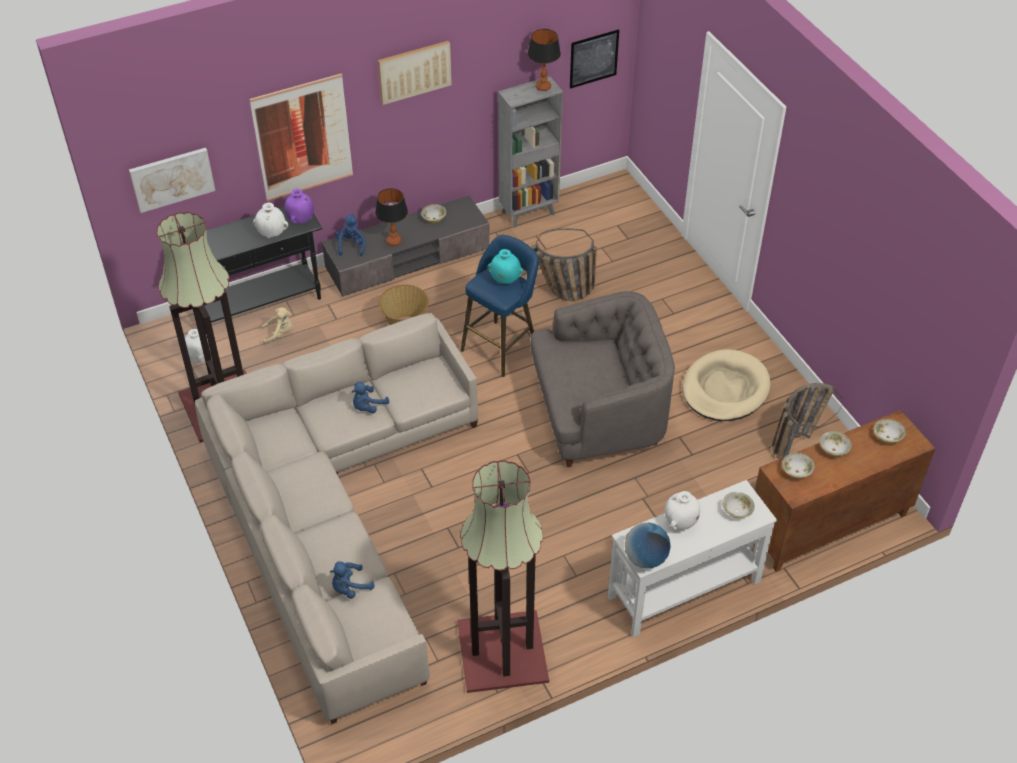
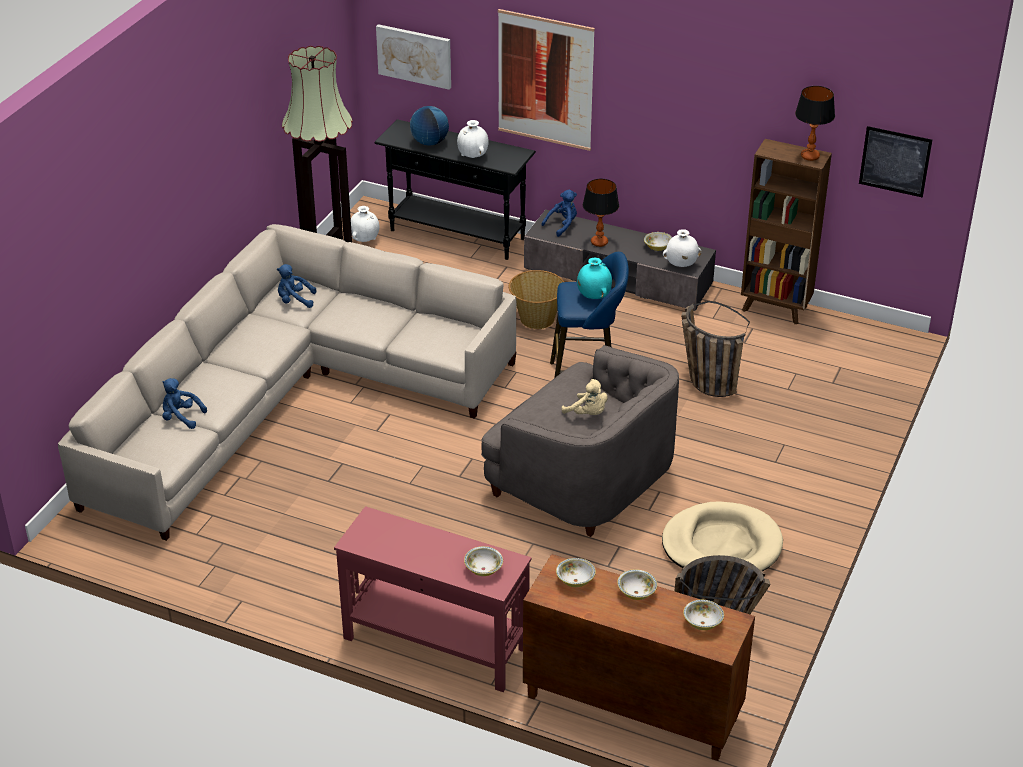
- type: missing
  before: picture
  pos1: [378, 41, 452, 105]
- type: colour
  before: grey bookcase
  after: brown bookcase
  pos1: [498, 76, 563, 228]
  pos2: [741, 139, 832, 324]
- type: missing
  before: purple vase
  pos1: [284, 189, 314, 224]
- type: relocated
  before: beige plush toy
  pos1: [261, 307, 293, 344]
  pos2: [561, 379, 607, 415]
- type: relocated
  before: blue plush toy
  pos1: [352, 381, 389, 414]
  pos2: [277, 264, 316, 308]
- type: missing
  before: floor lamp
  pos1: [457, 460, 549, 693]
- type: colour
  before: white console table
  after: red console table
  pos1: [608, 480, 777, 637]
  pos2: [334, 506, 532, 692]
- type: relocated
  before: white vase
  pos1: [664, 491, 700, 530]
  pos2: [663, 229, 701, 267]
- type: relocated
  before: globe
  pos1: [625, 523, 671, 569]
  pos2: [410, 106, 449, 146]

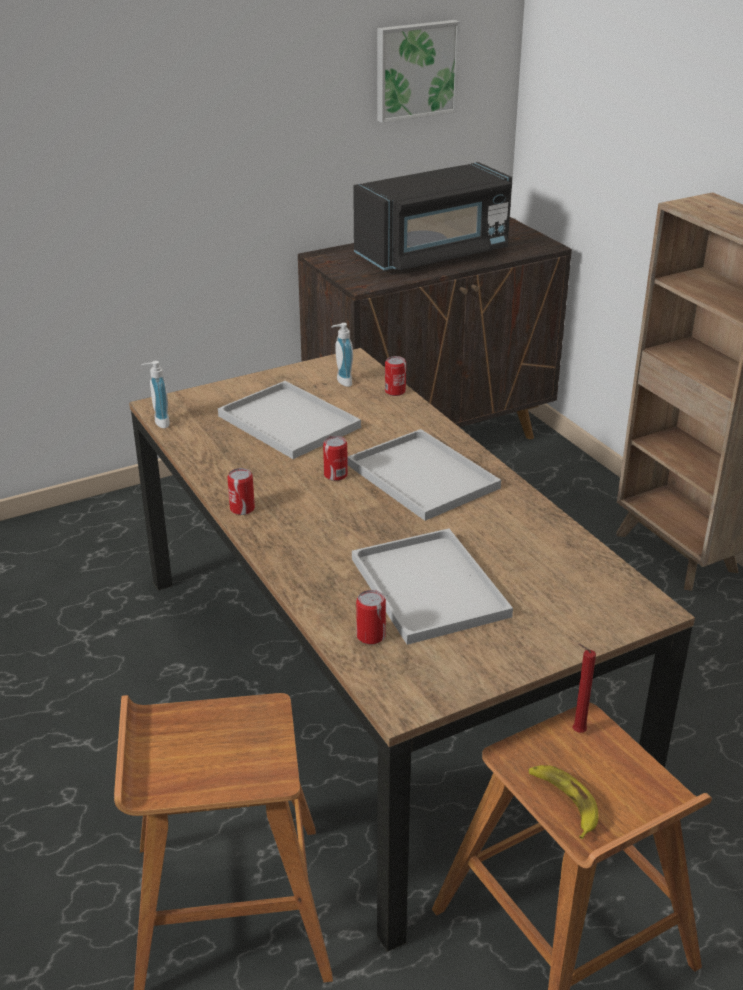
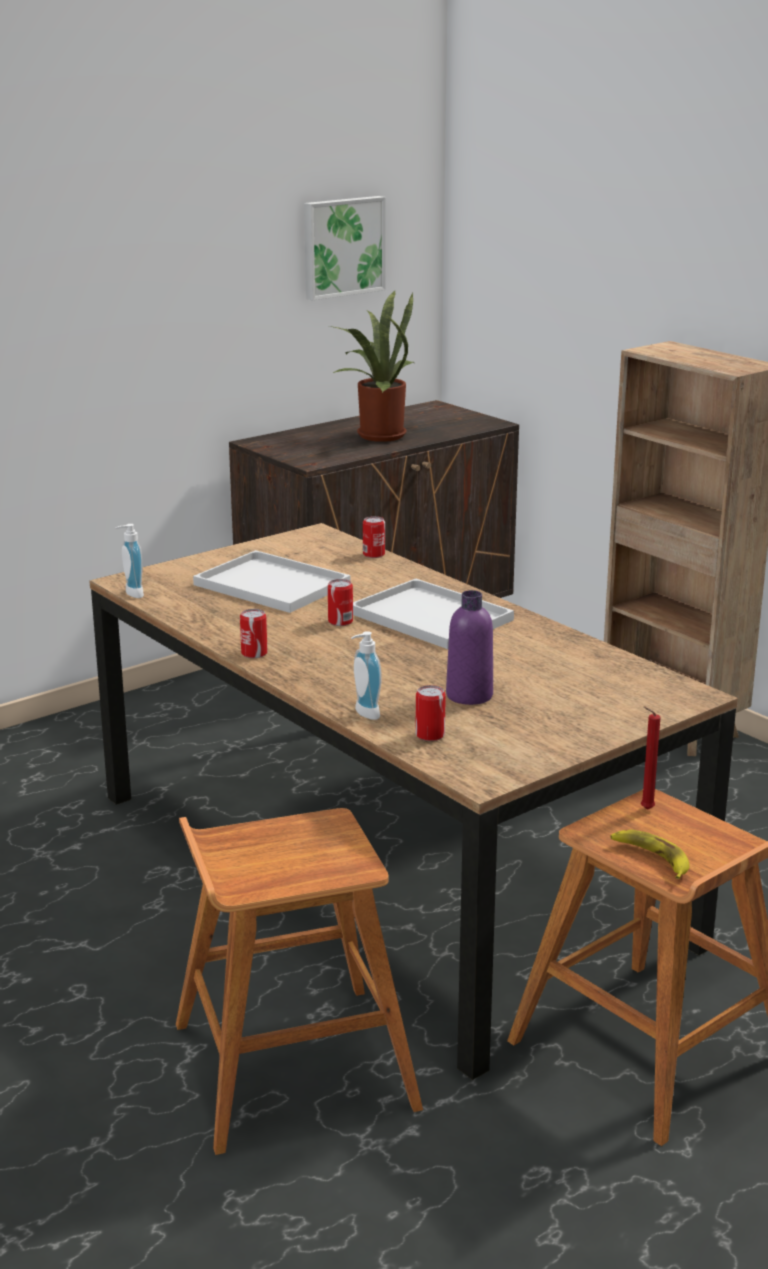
- type: exchanged
  before: black microwave
  after: potted plant
  pos1: [353, 162, 512, 271]
  pos2: [330, 290, 415, 442]
- type: relocated
  before: soap dispenser
  pos1: [331, 323, 353, 387]
  pos2: [351, 631, 382, 720]
- type: exchanged
  before: white tray
  after: purple bottle
  pos1: [352, 528, 513, 645]
  pos2: [446, 590, 493, 705]

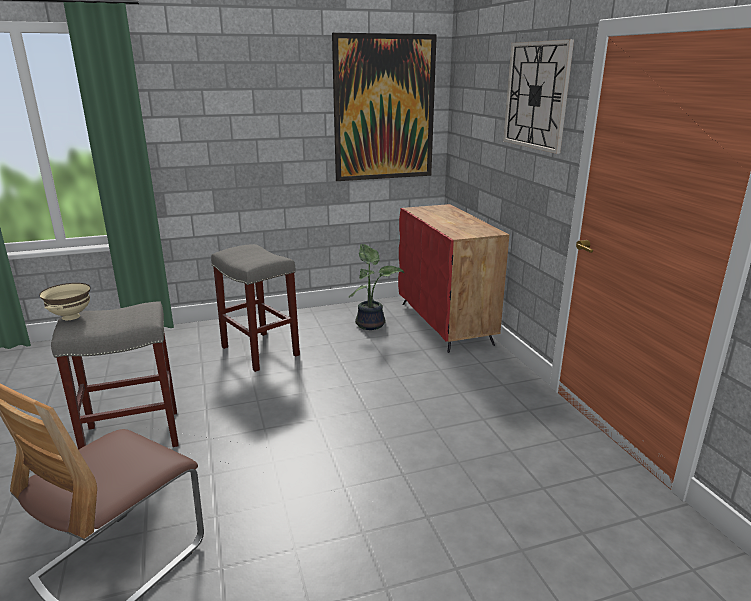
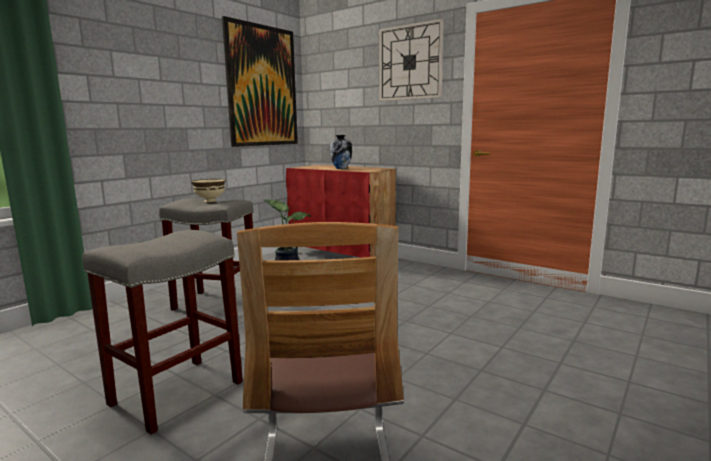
- type: relocated
  before: beige bowl
  pos1: [39, 283, 90, 320]
  pos2: [191, 179, 226, 202]
- type: appeared
  after: vase
  pos2: [330, 135, 352, 169]

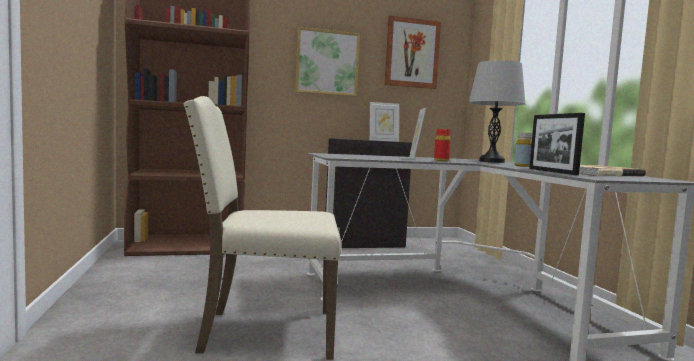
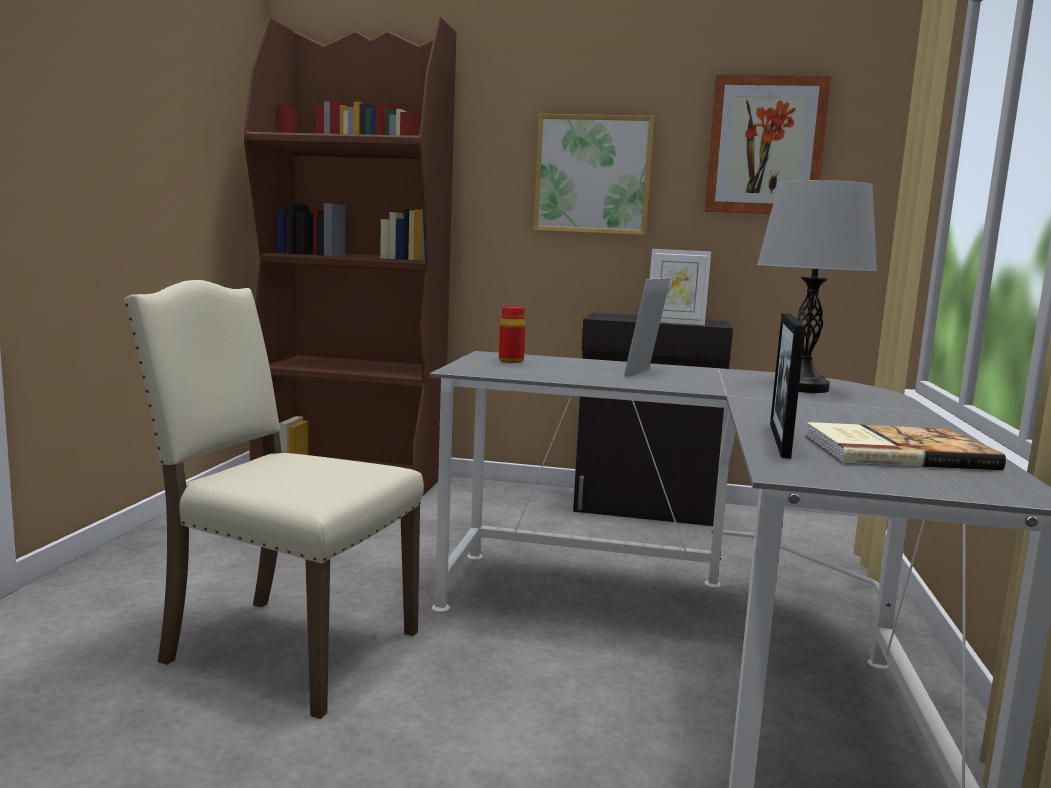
- type: relocated
  before: red bottle
  pos1: [434, 129, 450, 161]
  pos2: [499, 306, 526, 363]
- type: missing
  before: yellow bottle
  pos1: [514, 132, 533, 167]

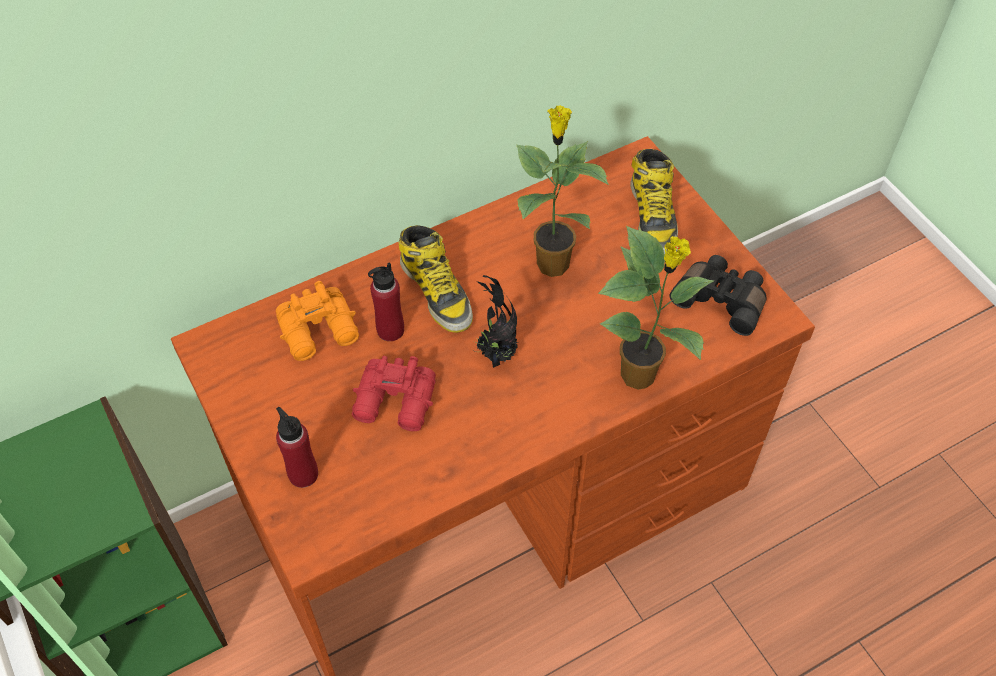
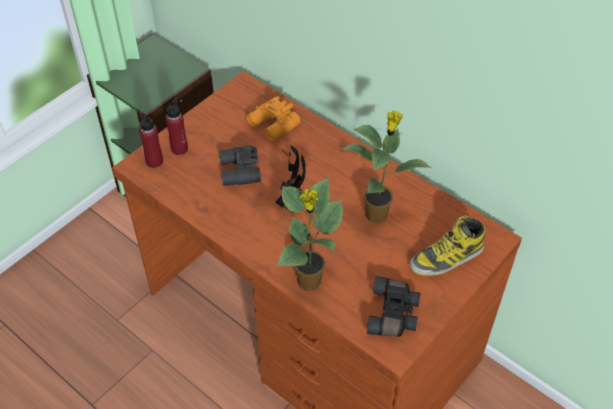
- type: missing
  before: boot
  pos1: [398, 225, 473, 333]
- type: relocated
  before: red bottle
  pos1: [368, 262, 404, 341]
  pos2: [138, 111, 163, 168]
- type: colour
  before: red binoculars
  after: black binoculars
  pos1: [352, 356, 436, 431]
  pos2: [219, 145, 261, 186]

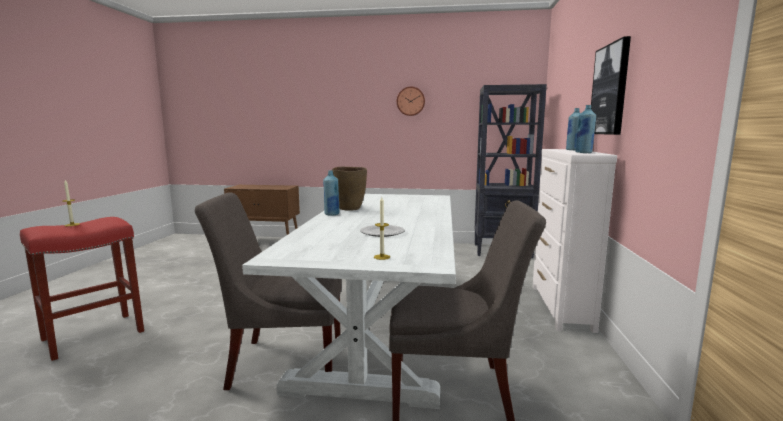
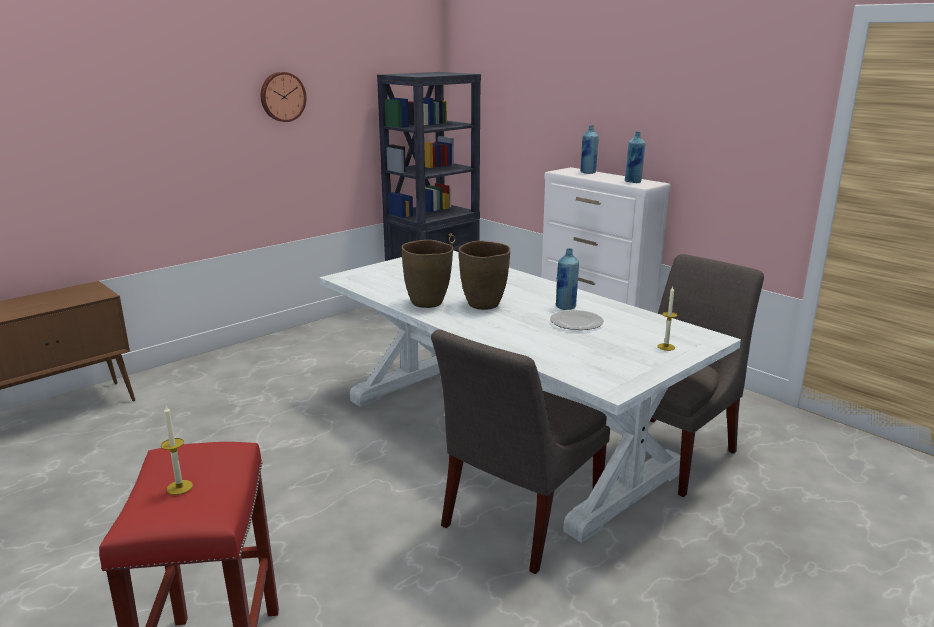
- type: missing
  before: picture
  pos1: [591, 36, 631, 135]
- type: relocated
  before: blue bottle
  pos1: [323, 170, 339, 216]
  pos2: [556, 248, 579, 310]
- type: appeared
  after: brown vase
  pos2: [459, 241, 510, 310]

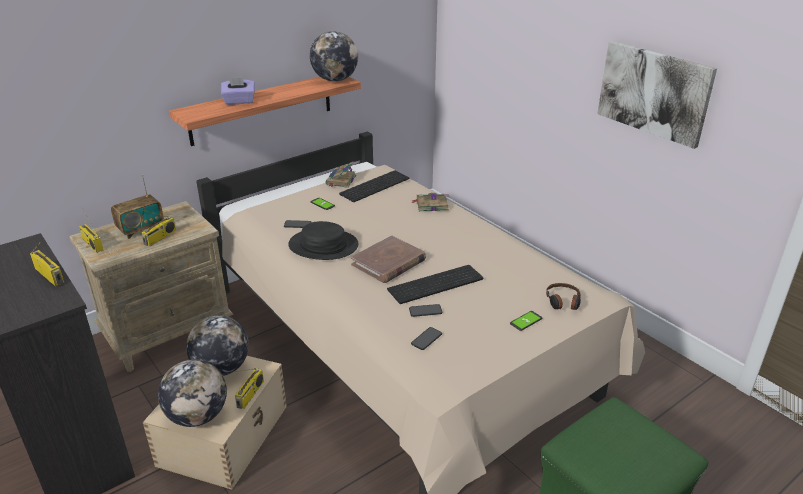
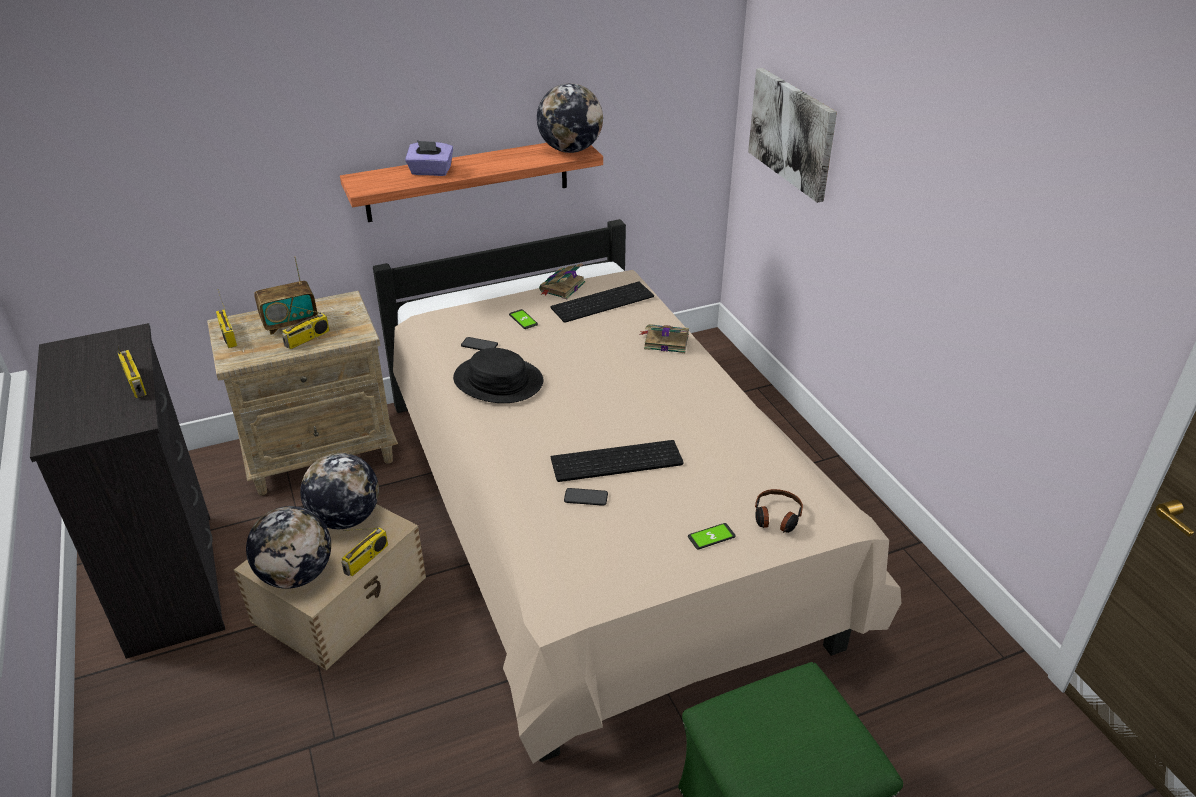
- type: relocated
  before: picture
  pos1: [597, 41, 717, 149]
  pos2: [748, 68, 837, 203]
- type: missing
  before: brown book
  pos1: [351, 235, 426, 283]
- type: missing
  before: phone
  pos1: [411, 327, 442, 350]

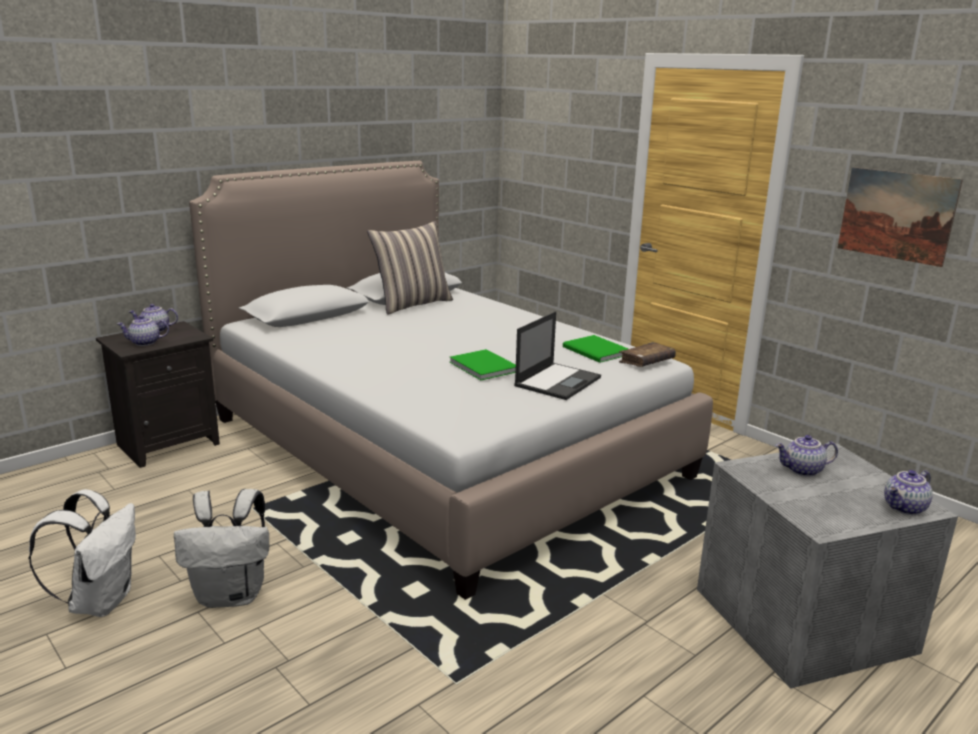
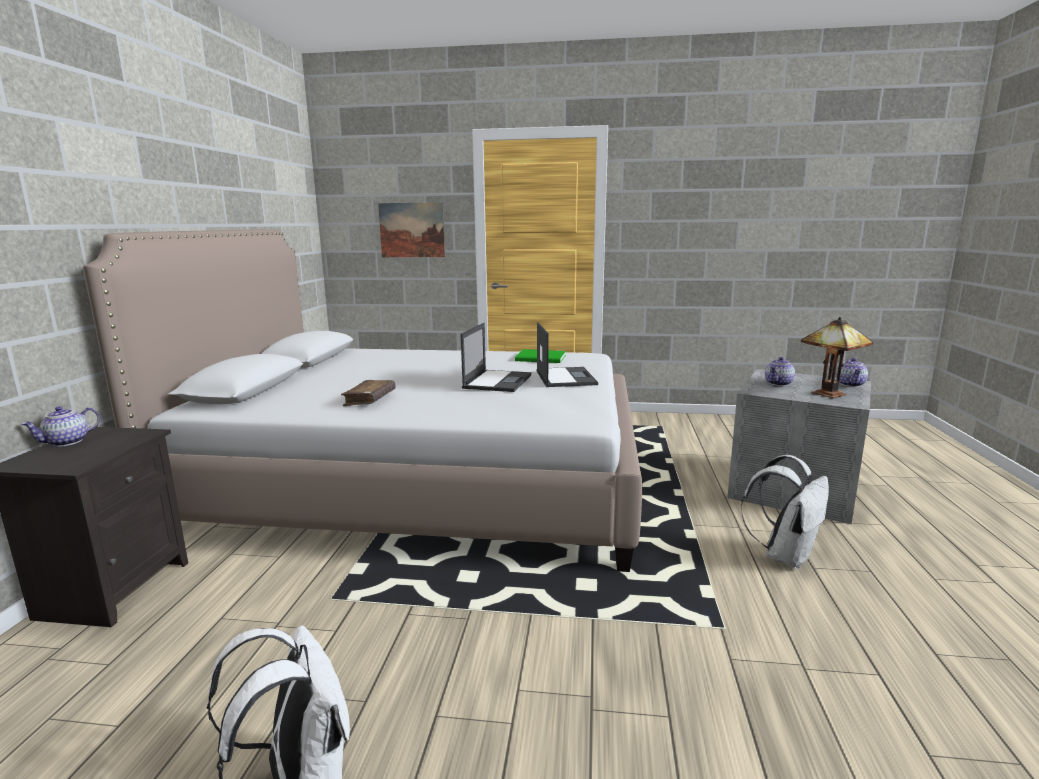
- type: relocated
  before: picture
  pos1: [838, 167, 963, 267]
  pos2: [378, 202, 445, 257]
- type: missing
  before: pillow
  pos1: [367, 221, 453, 315]
- type: missing
  before: teapot
  pos1: [117, 315, 169, 346]
- type: relocated
  before: brown book
  pos1: [619, 342, 676, 367]
  pos2: [341, 380, 396, 406]
- type: exchanged
  before: green book
  after: laptop
  pos1: [450, 349, 516, 380]
  pos2: [461, 322, 531, 392]
- type: relocated
  before: white backpack
  pos1: [174, 489, 269, 608]
  pos2: [741, 455, 829, 569]
- type: appeared
  after: table lamp
  pos2: [801, 317, 873, 398]

